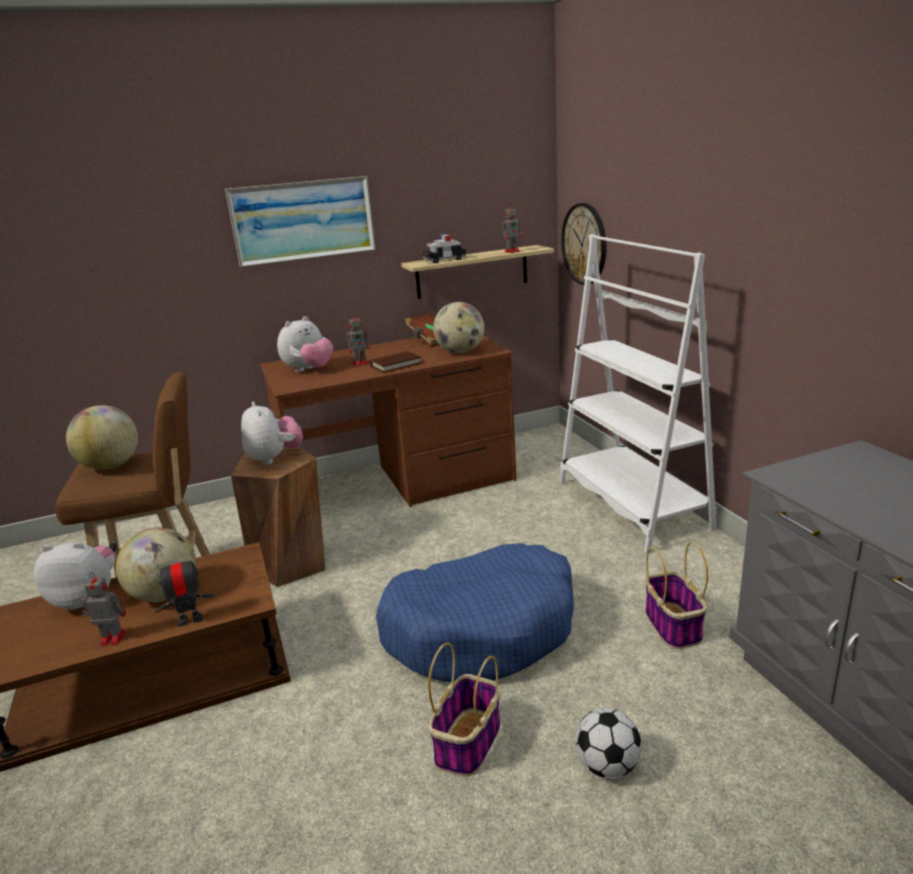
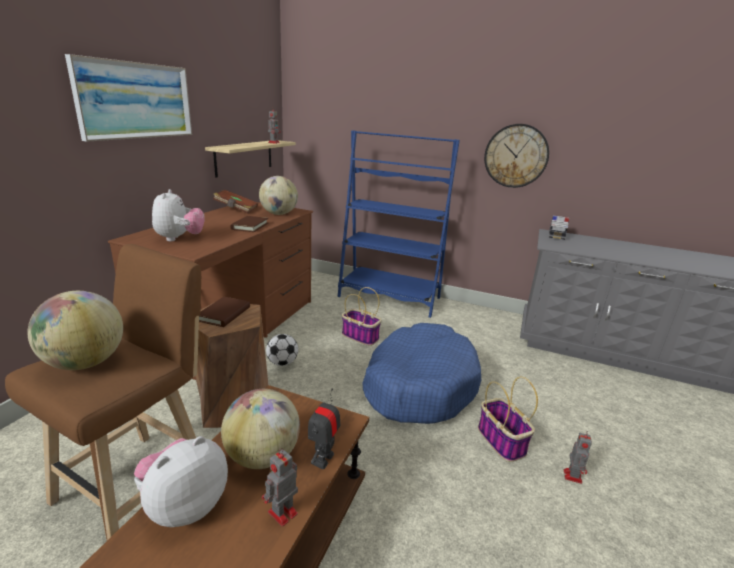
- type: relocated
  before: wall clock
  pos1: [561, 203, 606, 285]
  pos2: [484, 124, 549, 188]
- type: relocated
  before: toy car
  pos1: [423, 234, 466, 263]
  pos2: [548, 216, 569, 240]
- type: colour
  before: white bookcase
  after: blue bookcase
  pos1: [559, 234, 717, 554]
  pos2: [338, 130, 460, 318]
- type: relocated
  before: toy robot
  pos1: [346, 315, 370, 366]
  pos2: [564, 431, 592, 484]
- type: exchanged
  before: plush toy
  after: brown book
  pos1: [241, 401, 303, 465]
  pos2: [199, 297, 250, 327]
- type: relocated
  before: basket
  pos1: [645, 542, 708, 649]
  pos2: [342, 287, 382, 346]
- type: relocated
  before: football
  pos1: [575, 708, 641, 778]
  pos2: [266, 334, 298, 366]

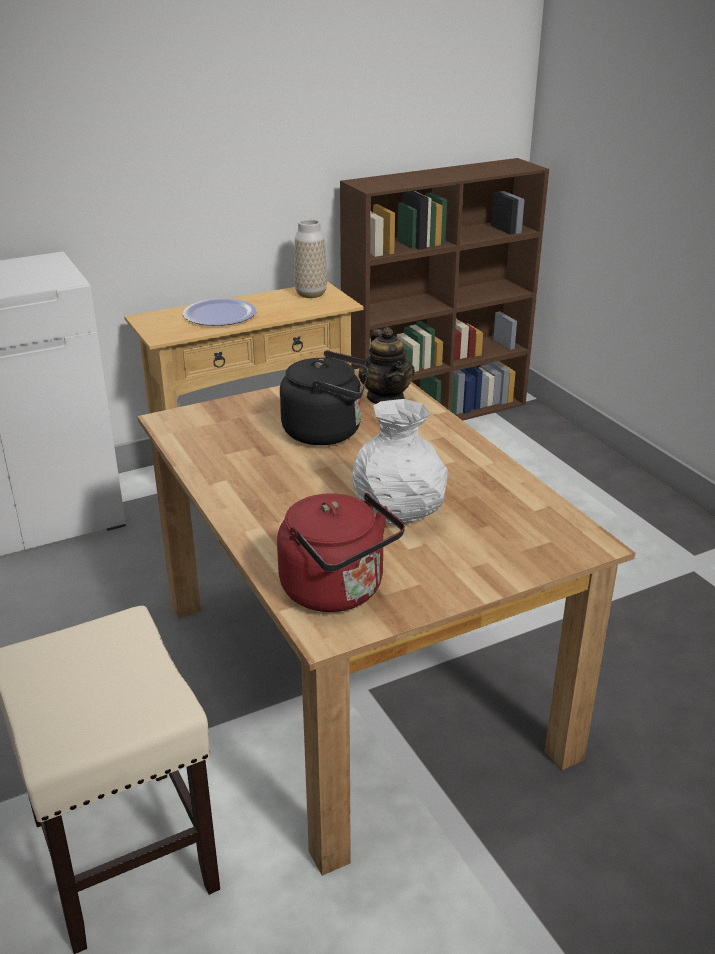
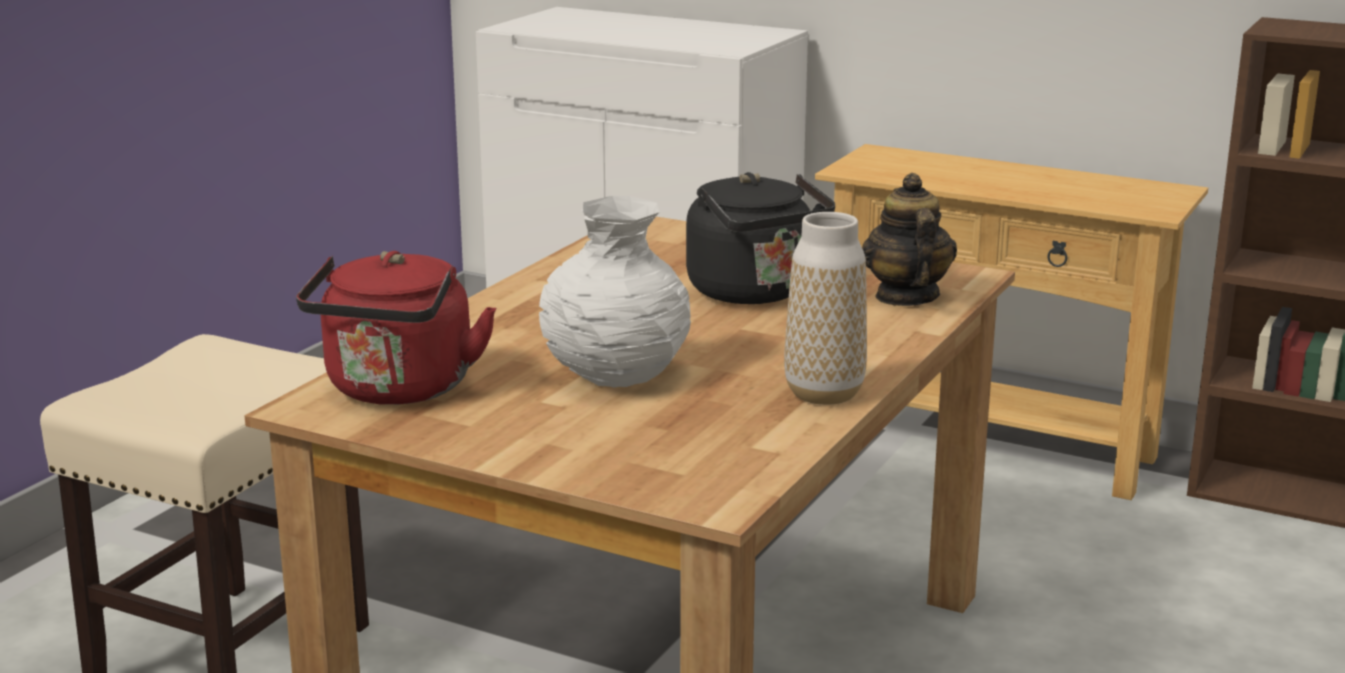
- type: relocated
  before: vase
  pos1: [294, 219, 327, 298]
  pos2: [784, 212, 867, 405]
- type: missing
  before: plate
  pos1: [183, 298, 256, 326]
- type: spun
  before: teapot
  pos1: [358, 327, 415, 404]
  pos2: [862, 173, 957, 306]
  turn: 135

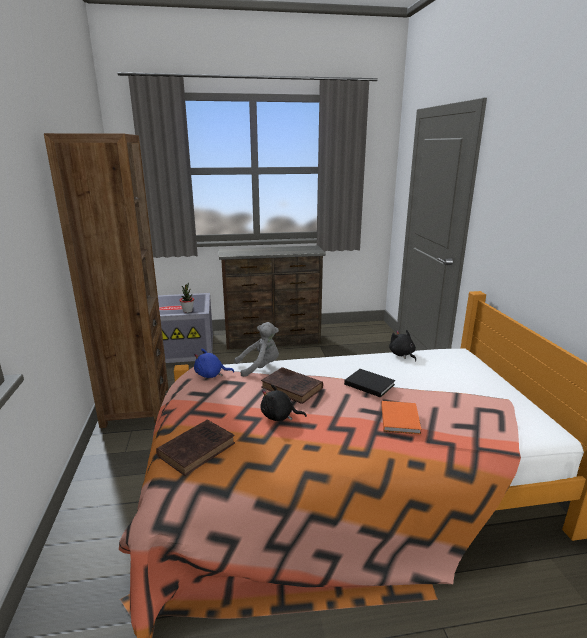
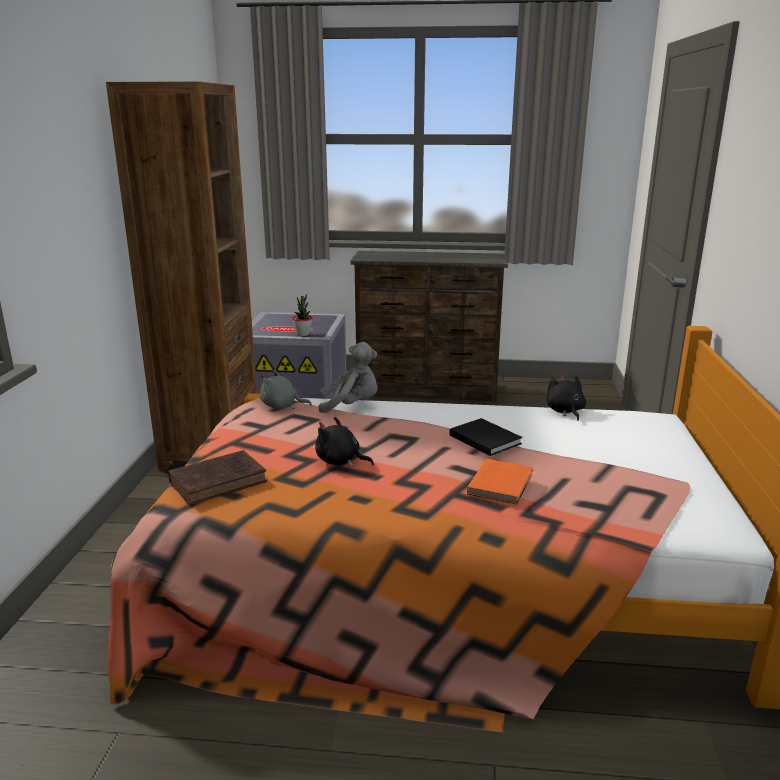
- type: colour
  before: blue plush toy
  after: grey plush toy
  pos1: [194, 349, 234, 378]
  pos2: [260, 370, 312, 409]
- type: missing
  before: brown book
  pos1: [261, 367, 323, 404]

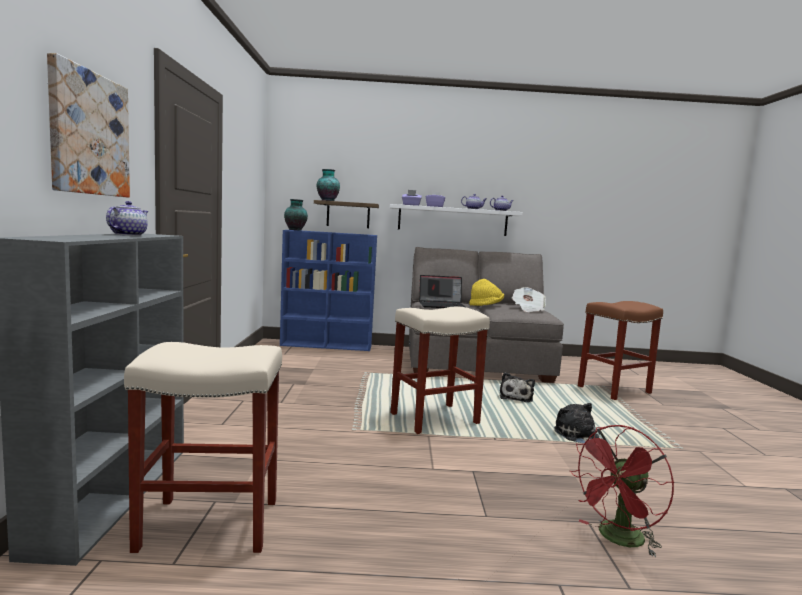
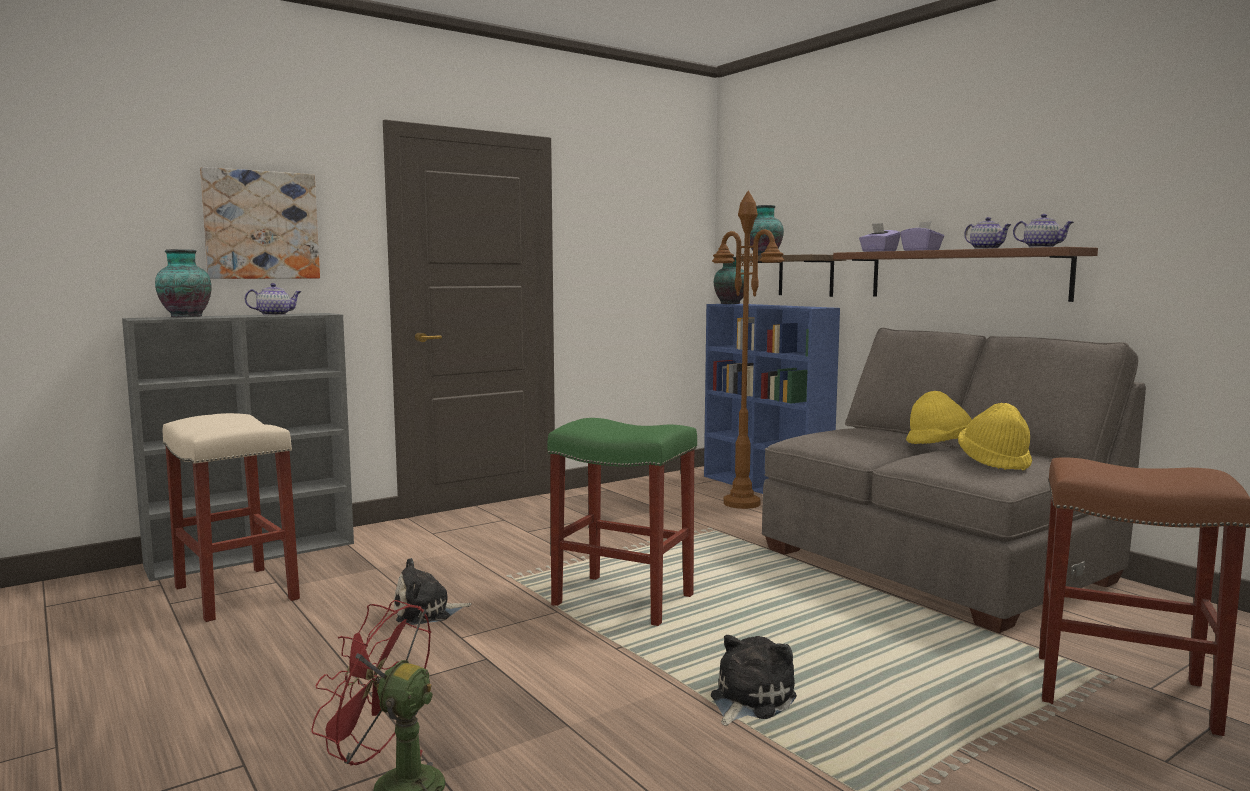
- type: colour
  before: white shelf
  after: brown shelf
  pos1: [390, 204, 523, 236]
  pos2: [833, 247, 1098, 302]
- type: missing
  before: laptop
  pos1: [419, 275, 467, 308]
- type: exchanged
  before: newspaper
  after: yellow hat
  pos1: [512, 287, 546, 312]
  pos2: [958, 403, 1032, 470]
- type: colour
  before: beige stool
  after: green stool
  pos1: [391, 307, 490, 434]
  pos2: [547, 418, 697, 626]
- type: relocated
  before: plush toy
  pos1: [500, 372, 535, 402]
  pos2: [394, 558, 471, 625]
- type: appeared
  after: brown floor lamp
  pos2: [712, 190, 784, 509]
- type: appeared
  after: vase
  pos2: [155, 249, 212, 317]

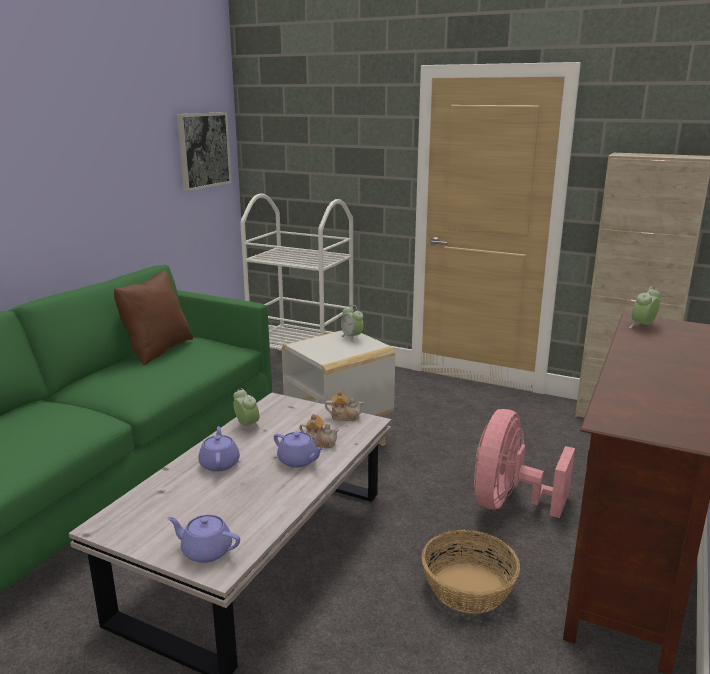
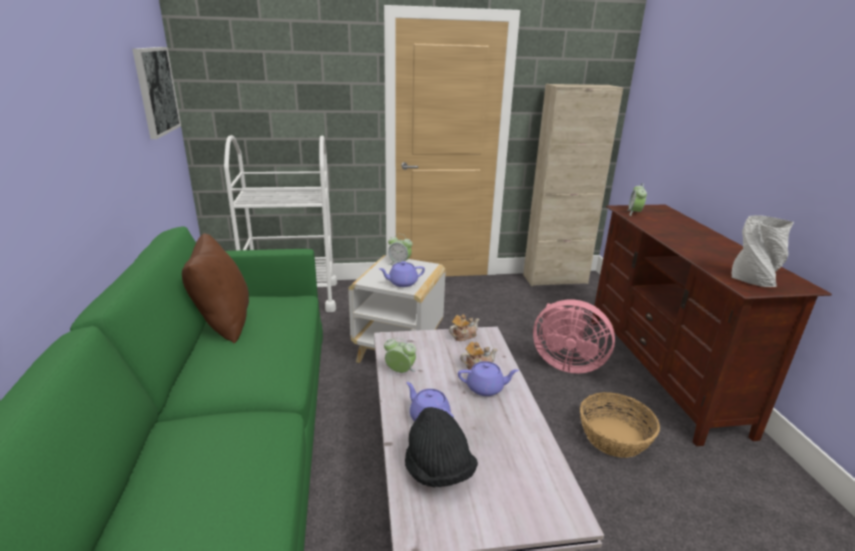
- type: spun
  before: pink fan
  pos1: [474, 409, 575, 518]
  pos2: [533, 299, 615, 373]
  turn: -60
- type: relocated
  before: purple teapot
  pos1: [167, 515, 240, 563]
  pos2: [379, 261, 425, 287]
- type: appeared
  after: grey vase
  pos2: [732, 215, 794, 287]
- type: appeared
  after: black hat
  pos2: [405, 407, 478, 487]

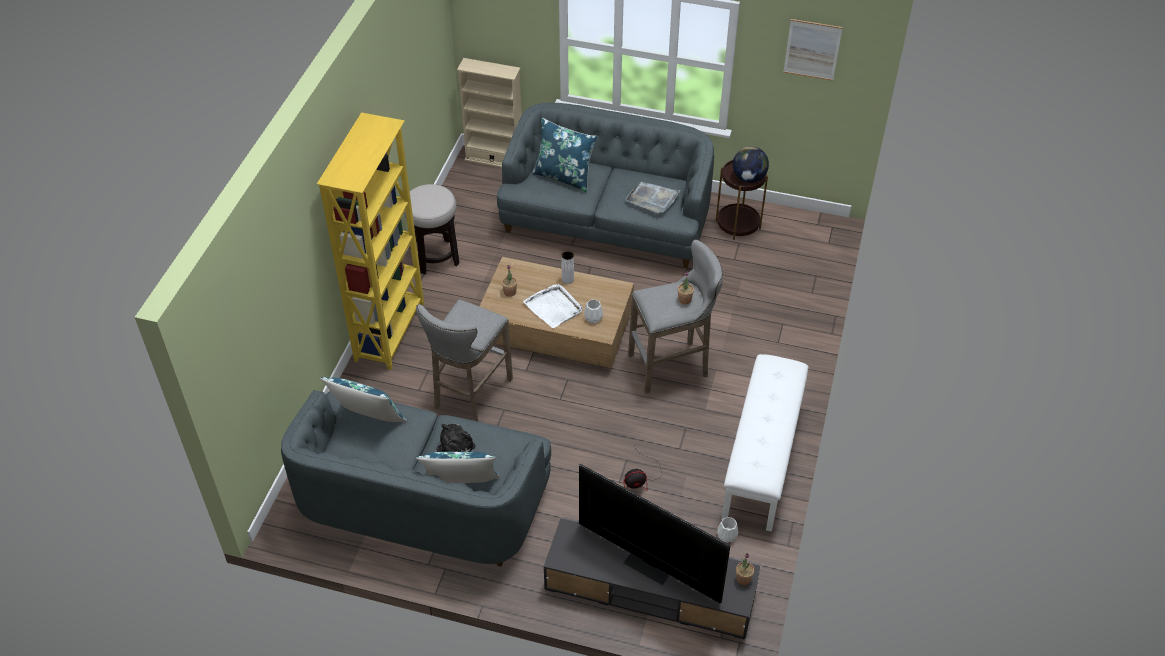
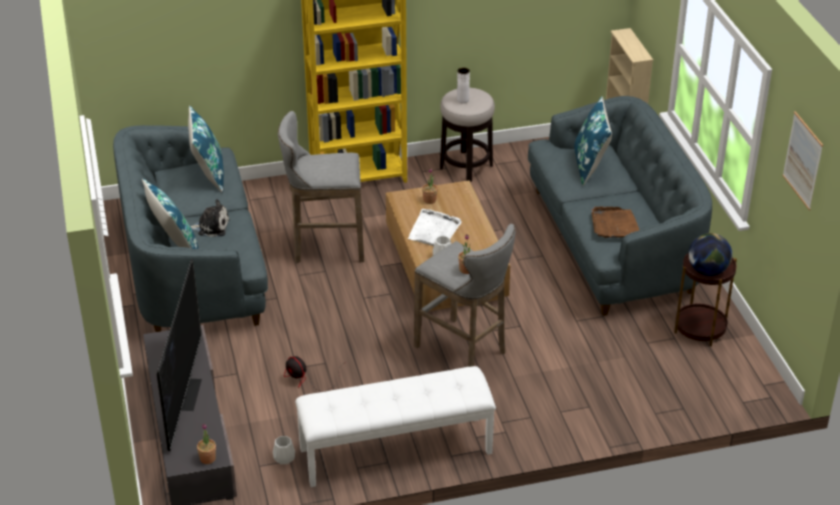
- type: colour
  before: grey tray
  after: brown tray
  pos1: [625, 182, 681, 214]
  pos2: [591, 207, 639, 238]
- type: relocated
  before: white vase
  pos1: [561, 251, 574, 284]
  pos2: [457, 68, 470, 103]

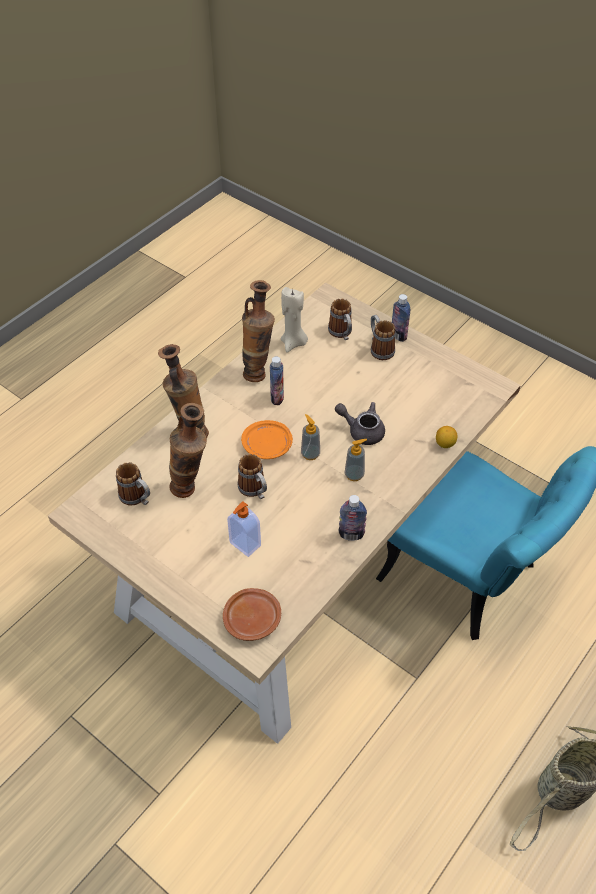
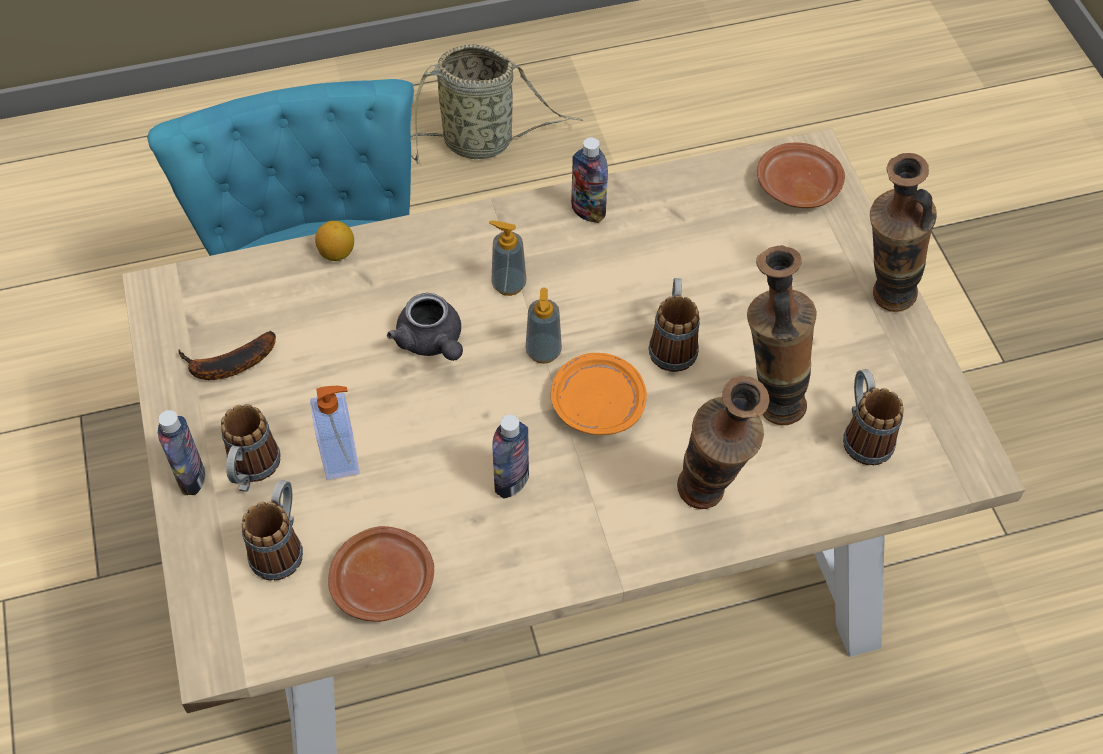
- type: relocated
  before: vase
  pos1: [242, 280, 275, 382]
  pos2: [870, 153, 937, 312]
- type: exchanged
  before: beige candle
  after: brown plate
  pos1: [281, 287, 308, 353]
  pos2: [328, 526, 434, 622]
- type: relocated
  before: soap dispenser
  pos1: [227, 501, 261, 557]
  pos2: [310, 386, 360, 480]
- type: appeared
  after: banana
  pos2: [178, 331, 276, 380]

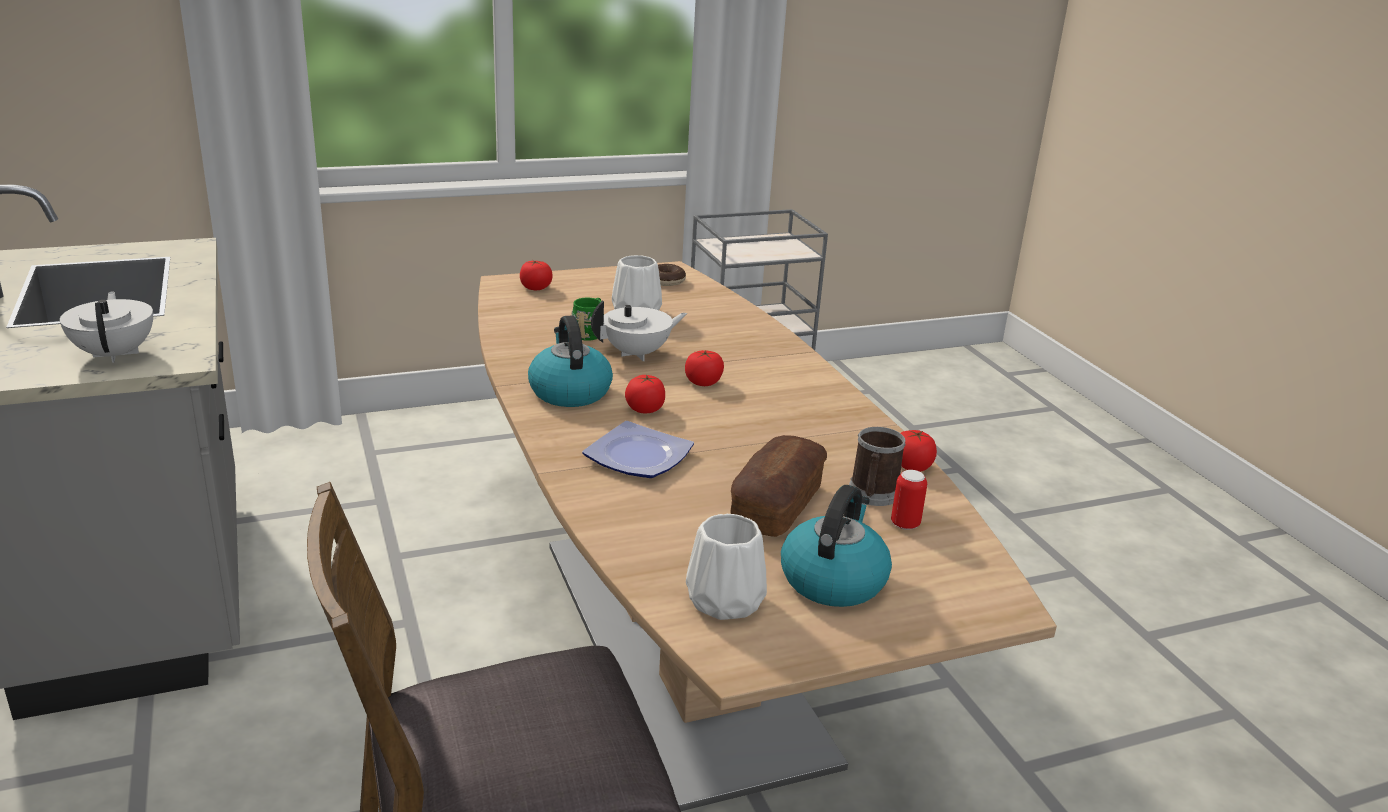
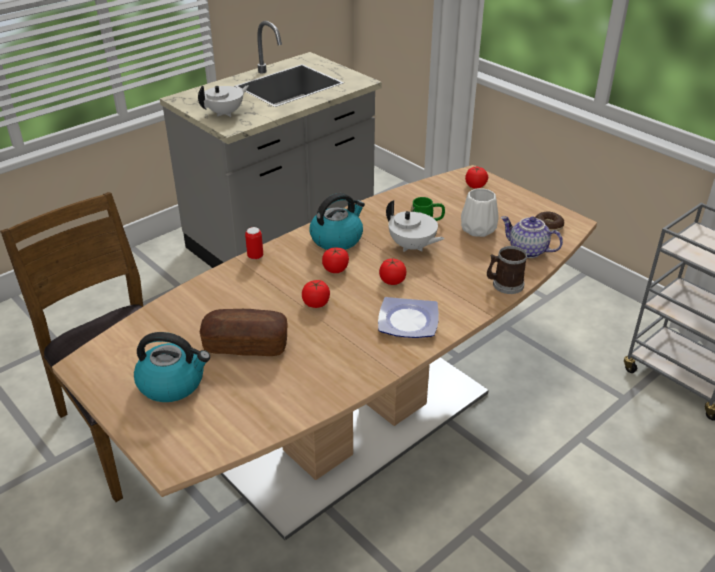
- type: relocated
  before: plate
  pos1: [582, 421, 694, 478]
  pos2: [378, 297, 439, 338]
- type: relocated
  before: mug
  pos1: [849, 427, 906, 506]
  pos2: [487, 246, 527, 294]
- type: relocated
  before: tomato
  pos1: [901, 430, 937, 472]
  pos2: [302, 280, 330, 308]
- type: relocated
  before: can
  pos1: [891, 470, 927, 530]
  pos2: [245, 227, 263, 260]
- type: missing
  before: white vase
  pos1: [686, 514, 767, 620]
- type: appeared
  after: teapot
  pos2: [501, 216, 563, 258]

